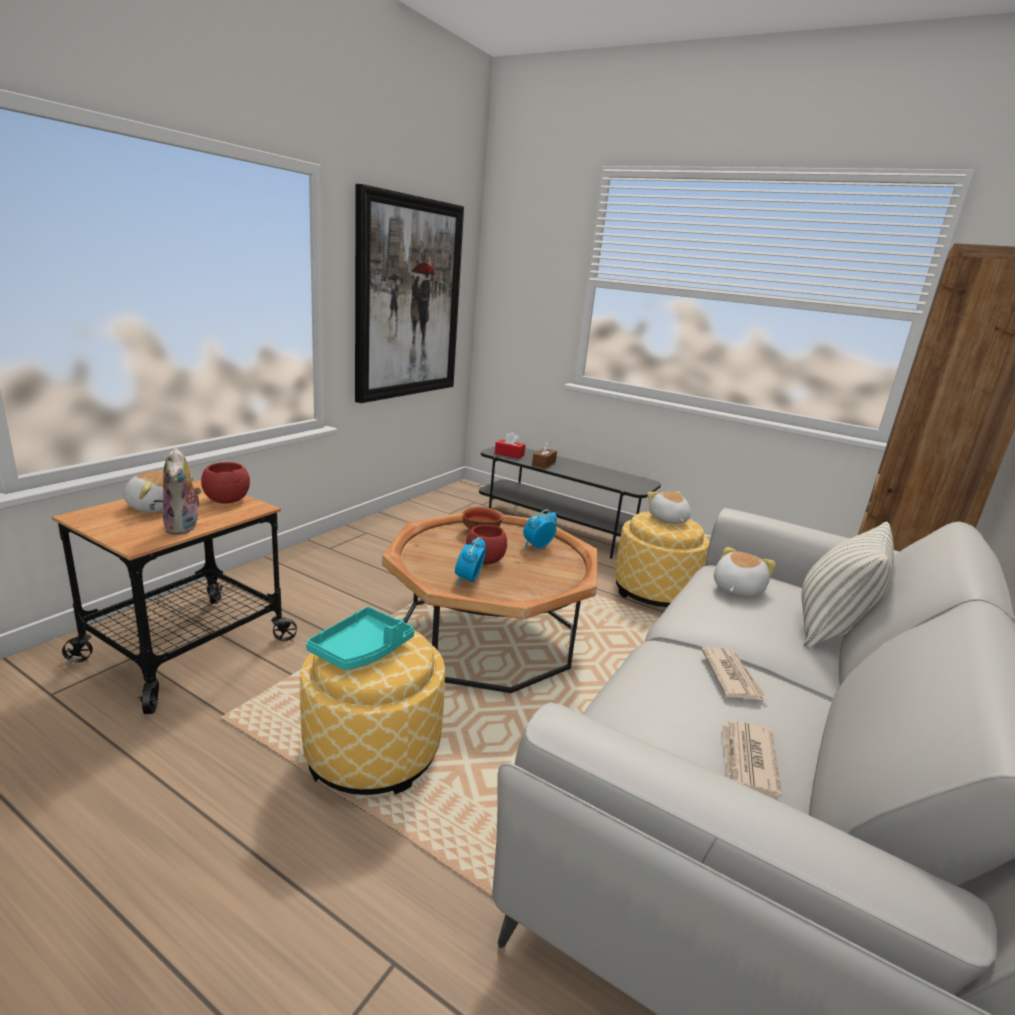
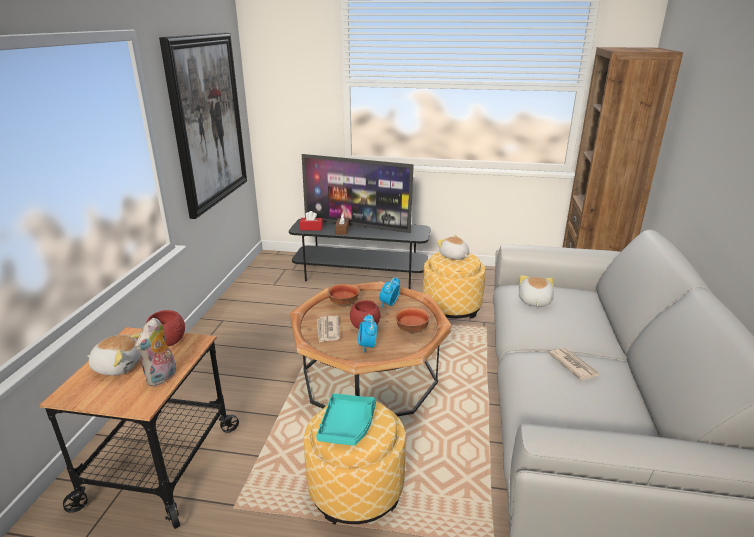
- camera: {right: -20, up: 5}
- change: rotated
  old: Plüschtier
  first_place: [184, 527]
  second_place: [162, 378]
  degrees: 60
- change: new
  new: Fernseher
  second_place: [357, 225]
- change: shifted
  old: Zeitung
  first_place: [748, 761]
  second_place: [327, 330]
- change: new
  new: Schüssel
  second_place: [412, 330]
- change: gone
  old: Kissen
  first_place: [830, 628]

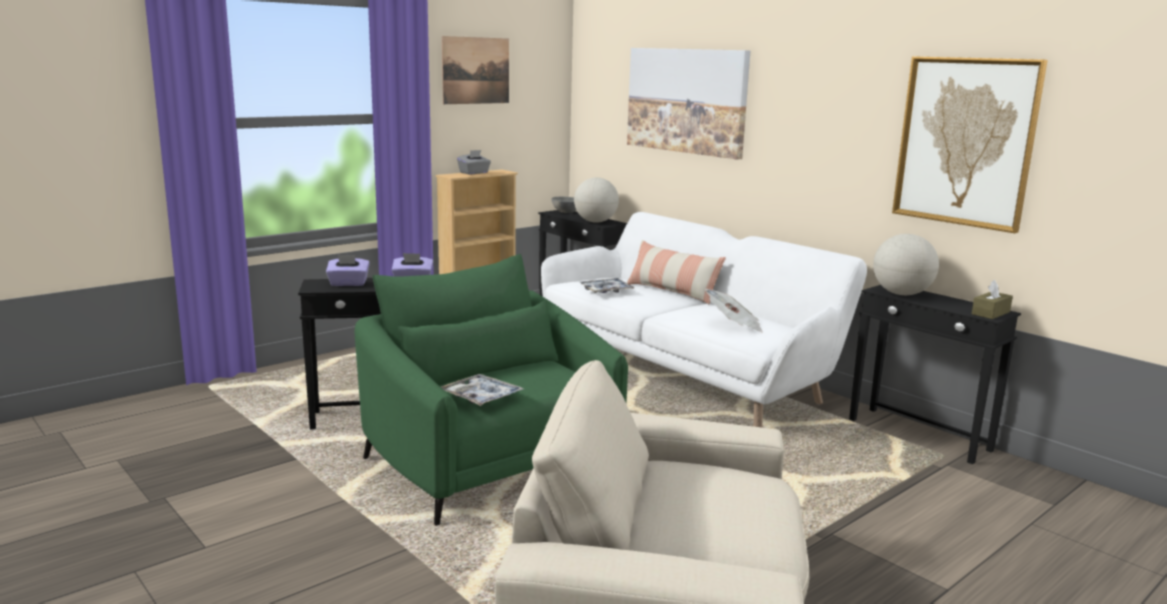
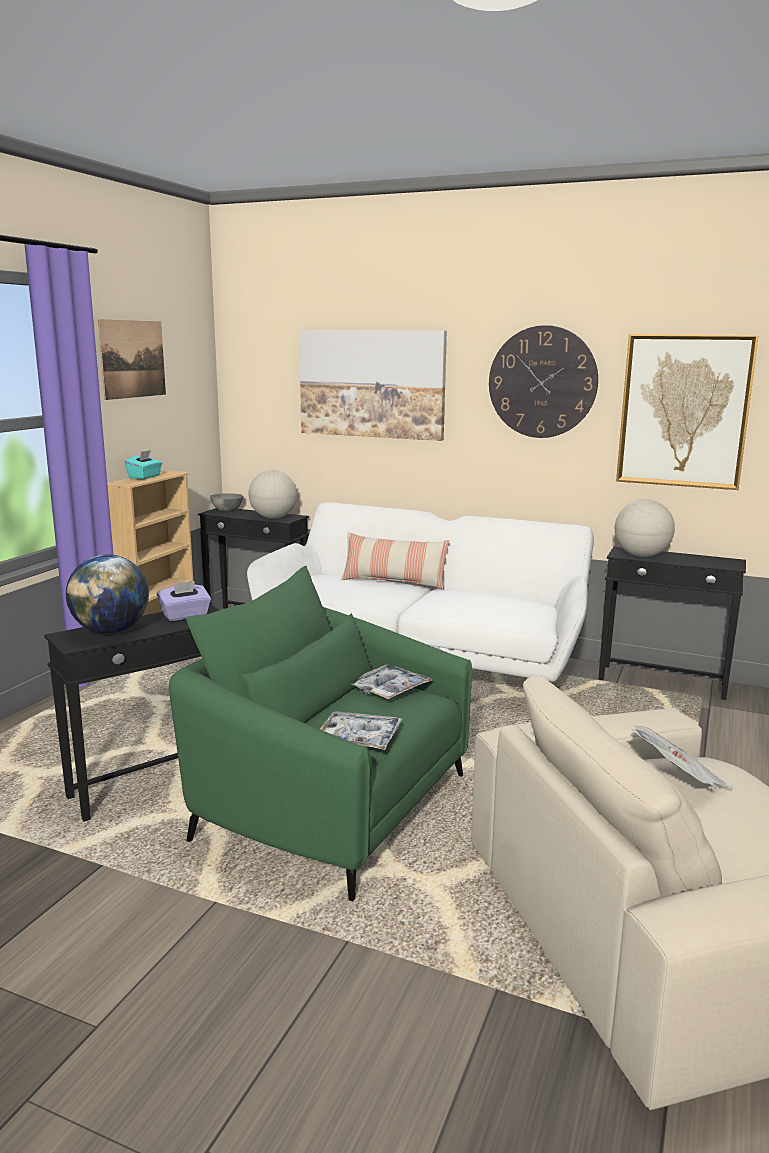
- camera: {right: -25, up: 0}
- change: swapped
  old: Taschentuchbox (lila)
  new: Globus
  first_place: [348, 283]
  second_place: [111, 631]
- change: repainted
  old: Taschentuchbox (grau)
  new: Taschentuchbox (türkis)
  first_place: [474, 173]
  second_place: [145, 477]
- change: shifted
  old: Tablett
  first_place: [606, 291]
  second_place: [388, 689]
- change: new
  new: Wanduhr
  second_place: [542, 382]
- change: shifted
  old: Zeitung
  first_place: [734, 326]
  second_place: [679, 781]
- change: gone
  old: Taschentuchbox (braun)
  first_place: [990, 313]

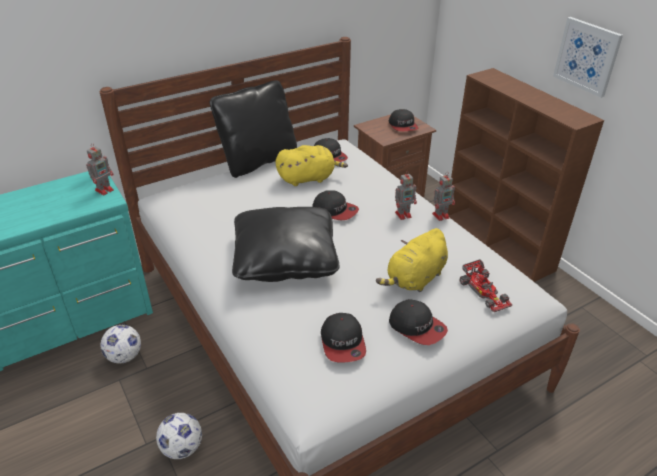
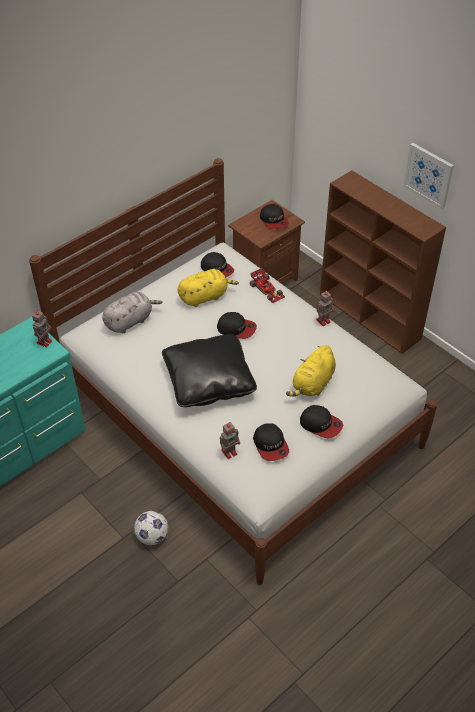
- camera: {right: -10, up: 10}
- change: new
  new: Plüschtier (grau)
  second_place: [130, 321]
- change: shifted
  old: Spielzeugroboter
  first_place: [404, 214]
  second_place: [230, 452]
- change: shifted
  old: Spielzeugauto
  first_place: [485, 291]
  second_place: [267, 289]
- change: gone
  old: Fußball
  first_place: [124, 356]
- change: gone
  old: Kissen (schwarz)
  first_place: [258, 161]

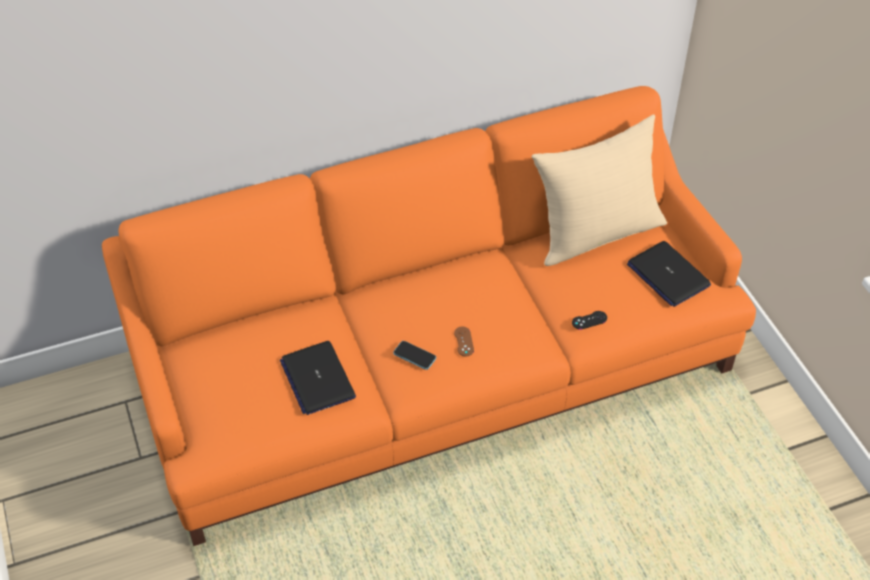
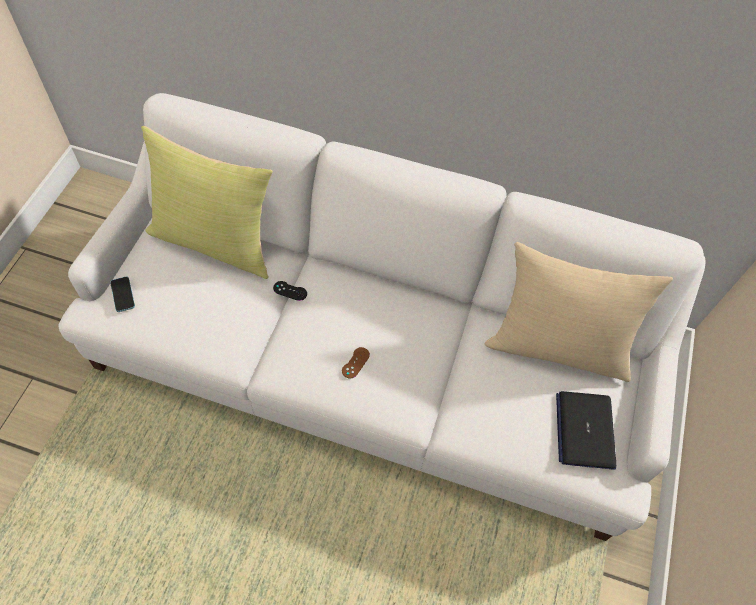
- camera: {right: 35, up: 10}
- change: repainted
  old: Sofa (orange)
  new: Sofa (weiß)
  first_place: [435, 366]
  second_place: [373, 357]
- change: shifted
  old: Handy
  first_place: [414, 356]
  second_place: [122, 295]
- change: new
  new: Kissen (gelb)
  second_place: [215, 241]
- change: shifted
  old: Gamepad (schwarz)
  first_place: [589, 320]
  second_place: [290, 291]
- change: gone
  old: Laptop
  first_place: [317, 378]

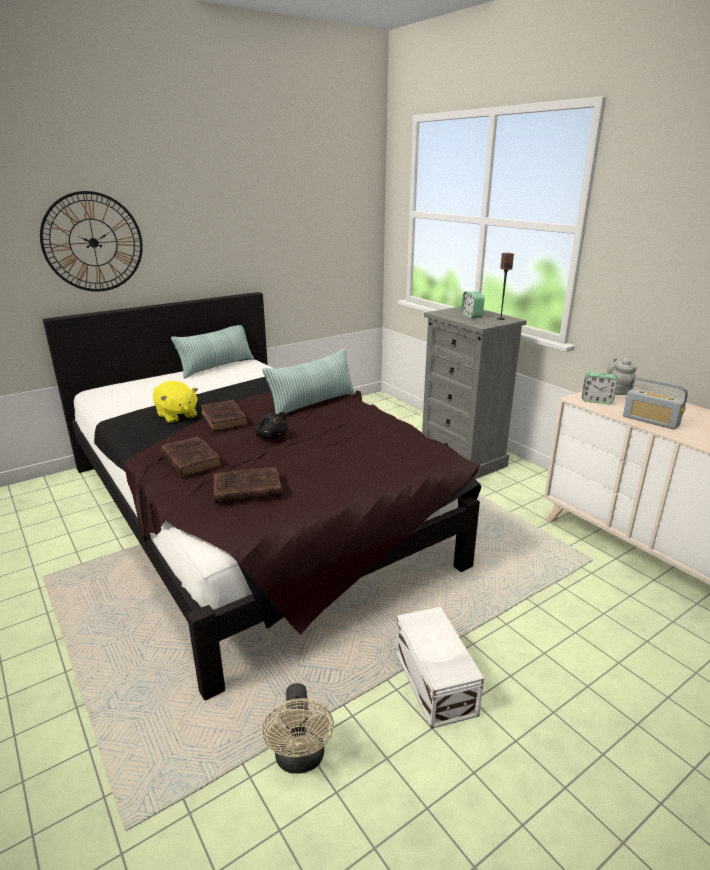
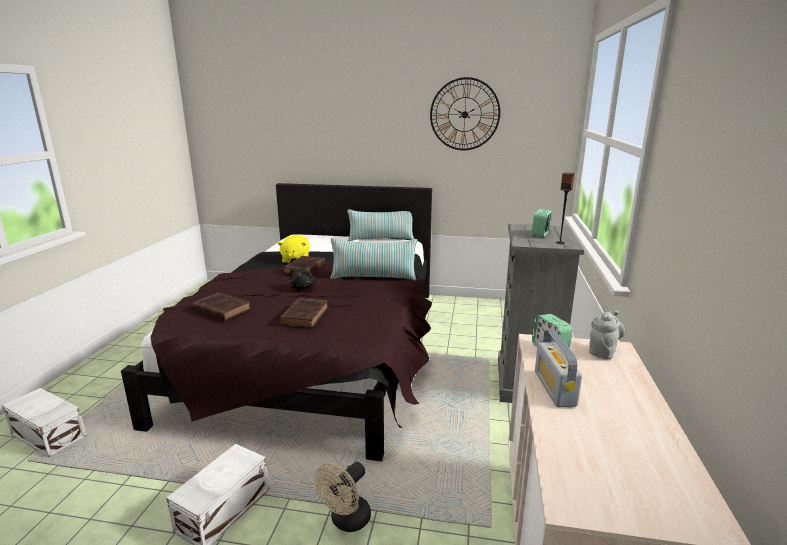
- camera: {right: 45, up: -5}
- change: new
  new: Aufbewahrungsbox (weiß)
  second_place: [48, 436]
- change: shifted
  old: Buch (braun)
  first_place: [190, 459]
  second_place: [305, 315]
- change: shifted
  old: Ventilator (beige)
  first_place: [300, 760]
  second_place: [346, 521]
- change: shifted
  old: Wanduhr
  first_place: [93, 242]
  second_place: [464, 114]

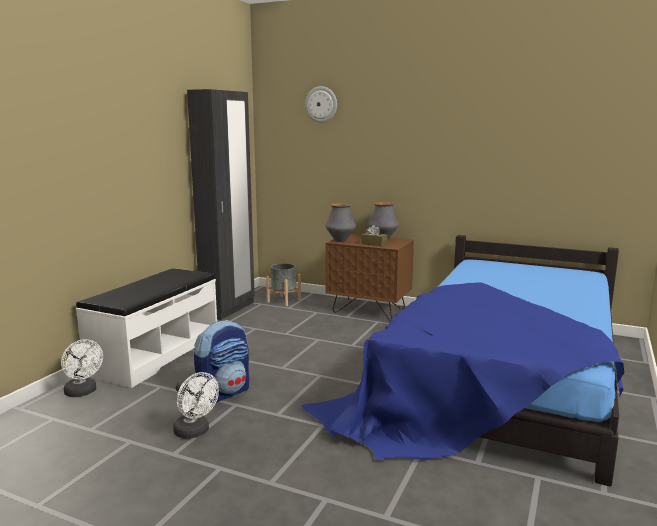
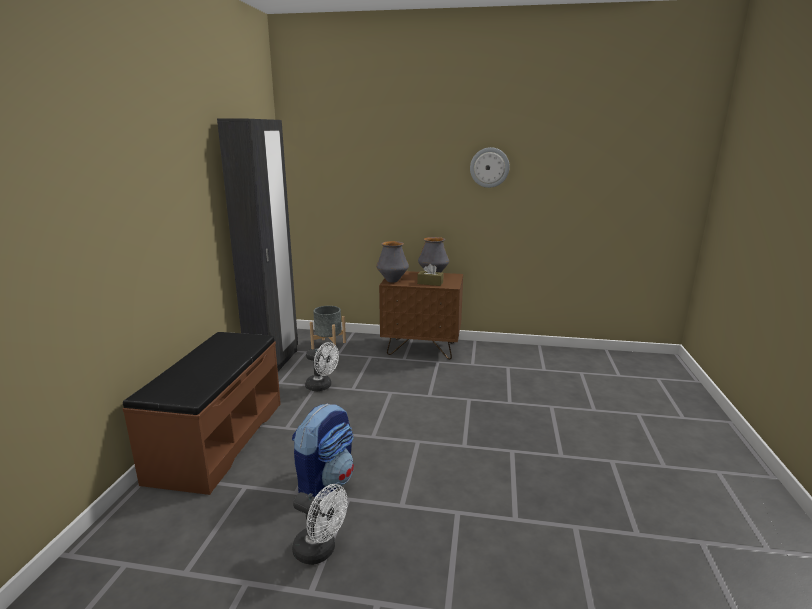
- camera: {right: -15, up: 5}
- change: repainted
  old: Bank (weiß)
  new: Bank (braun)
  first_place: [155, 355]
  second_place: [217, 439]
- change: shifted
  old: Ventilator (weiß)
  first_place: [83, 392]
  second_place: [322, 386]
- change: shifted
  old: Wanduhr
  first_place: [321, 104]
  second_place: [489, 167]
- change: gone
  old: Bett
  first_place: [496, 379]

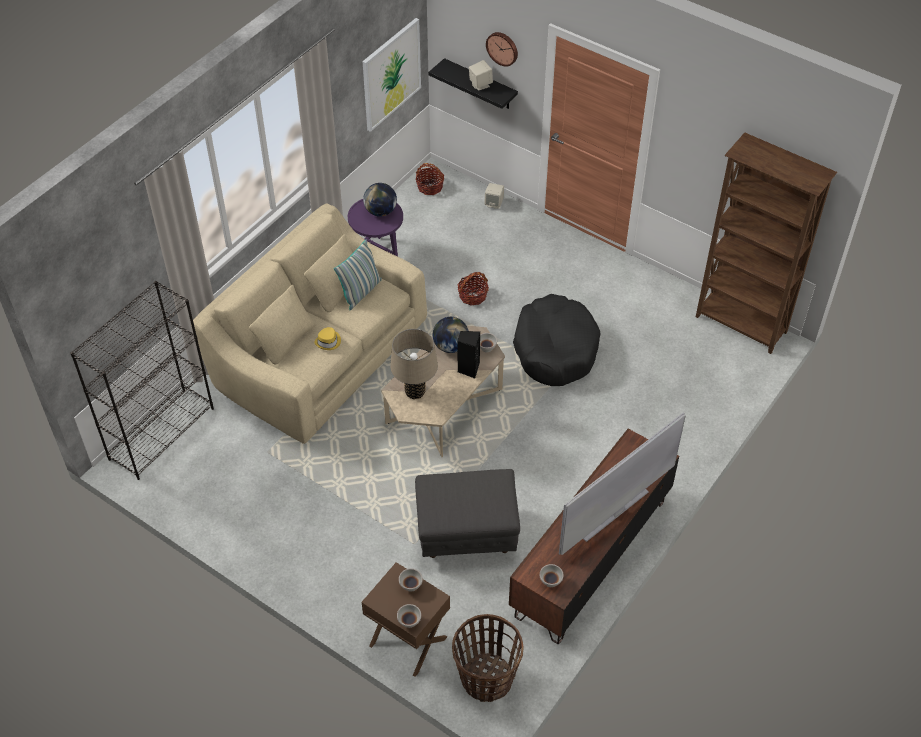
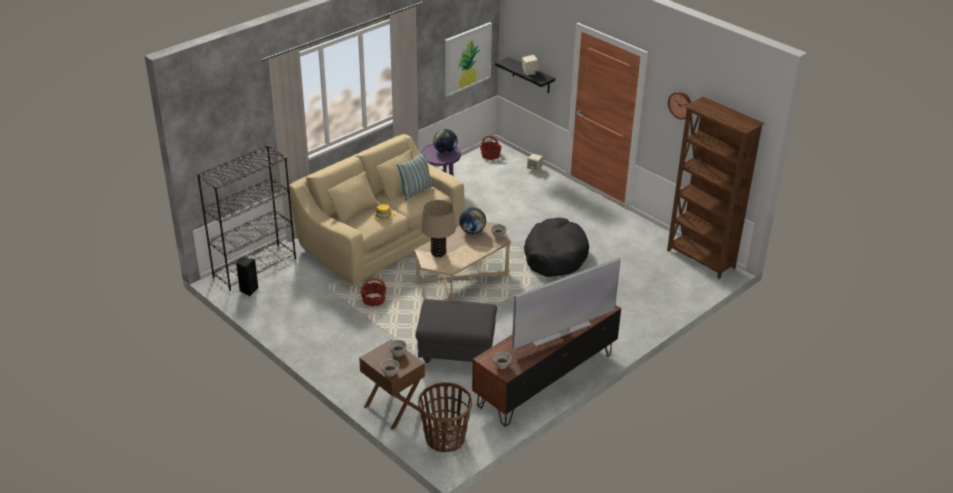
- camera: {right: 10, up: -15}
- change: shifted
  old: Lautsprecher (schwarz)
  first_place: [468, 369]
  second_place: [248, 290]
- change: shifted
  old: Korb
  first_place: [472, 296]
  second_place: [373, 300]
- change: shifted
  old: Wanduhr
  first_place: [502, 48]
  second_place: [681, 104]

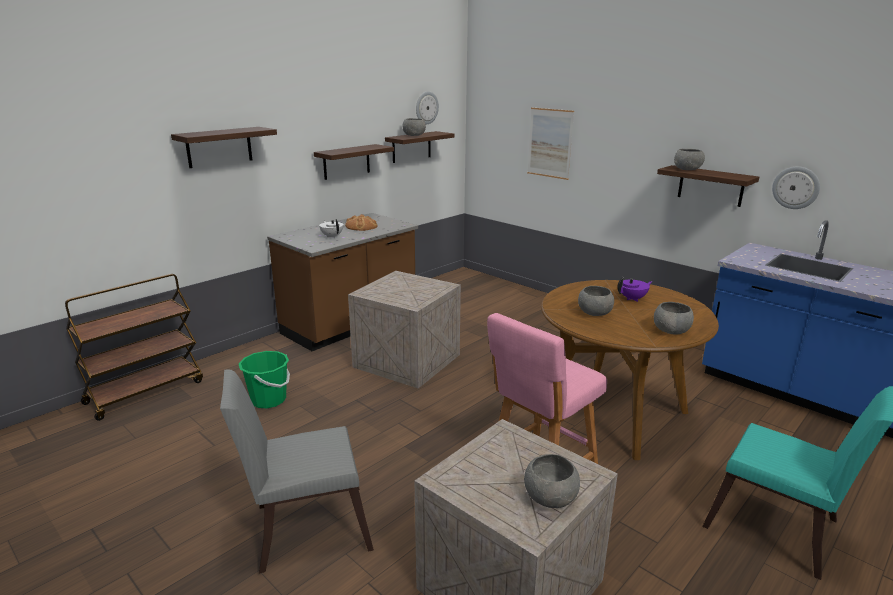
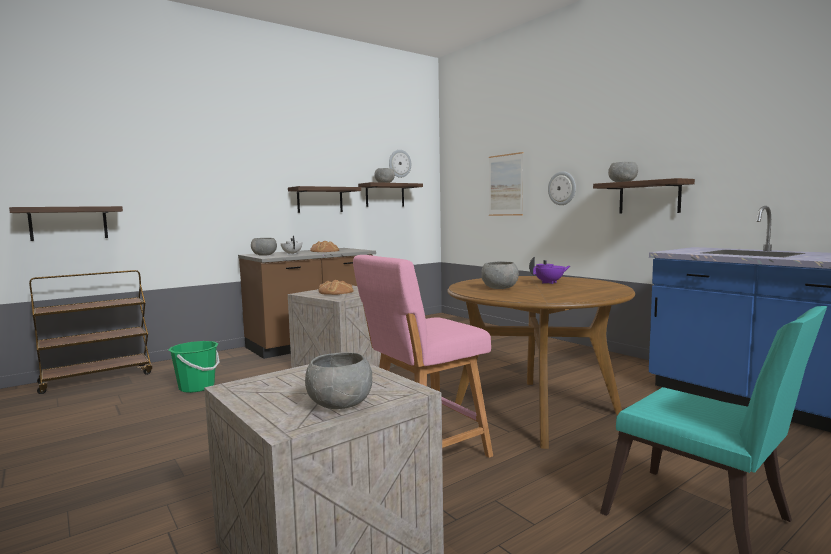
- camera: {right: 10, up: -15}
- change: shifted
  old: Wandregal
  first_place: [219, 147]
  second_place: [69, 223]
- change: shifted
  old: Schüssel (grau)
  first_place: [670, 331]
  second_place: [264, 255]
- change: new
  new: Brot
  second_place: [335, 292]
- change: shifted
  old: Wanduhr
  first_place: [796, 187]
  second_place: [562, 188]
- change: gone
  old: Stuhl (grau)
  first_place: [304, 527]

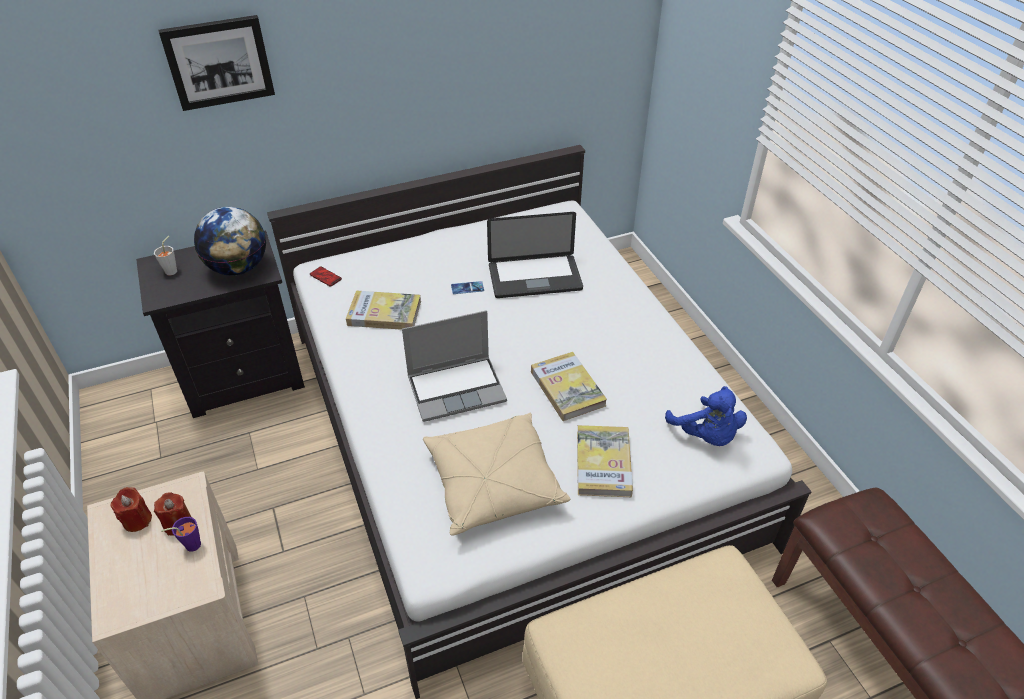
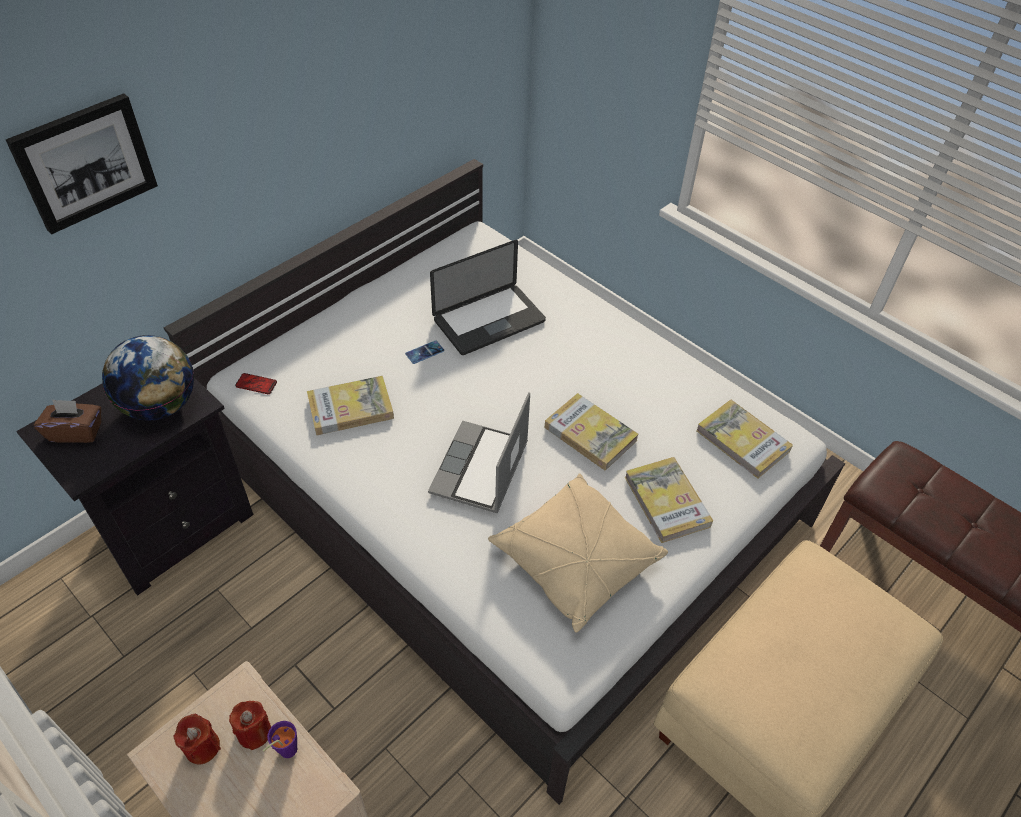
- camera: {right: -25, up: 5}
- change: swapped
  old: Tasse (grau)
  new: Taschentuchbox (braun)
  first_place: [173, 270]
  second_place: [76, 432]
- change: rotated
  old: Laptop
  first_place: [457, 388]
  second_place: [481, 470]
  degrees: 150
- change: swapped
  old: Plüschtier (blau)
  new: Buch
  first_place: [706, 435]
  second_place: [742, 441]

